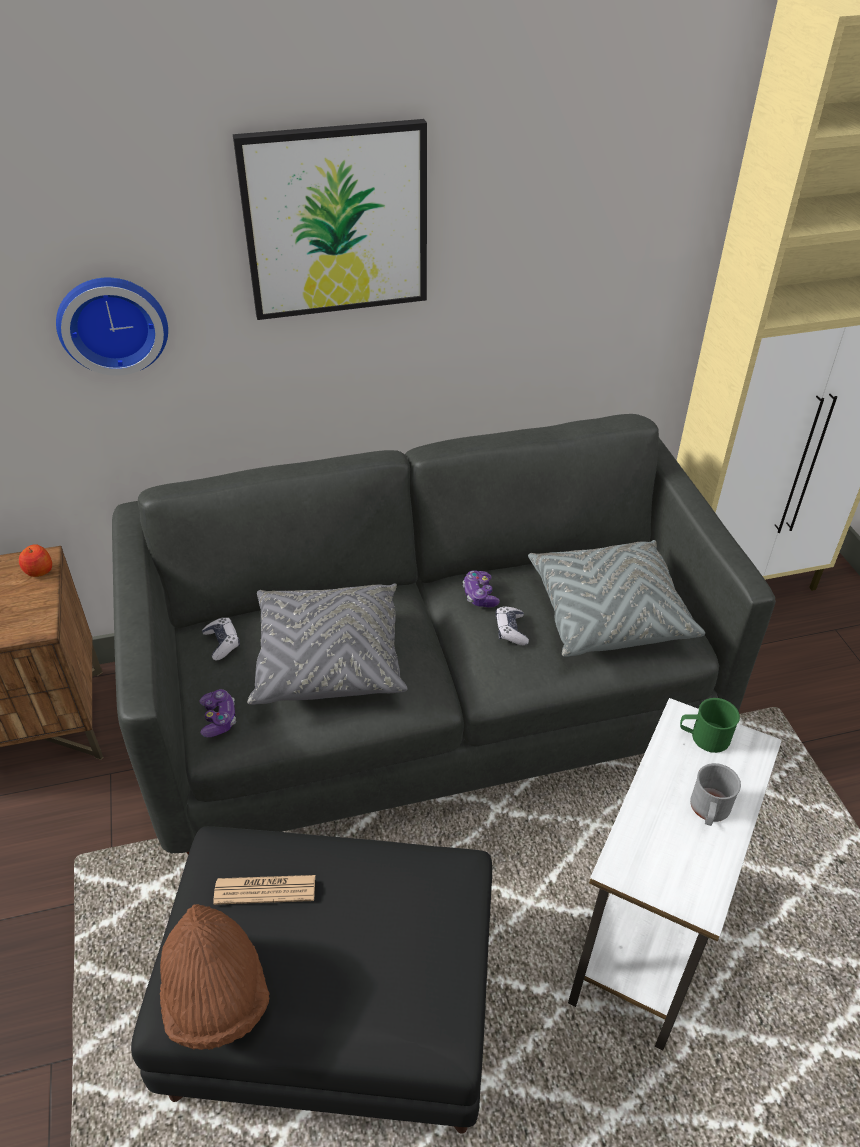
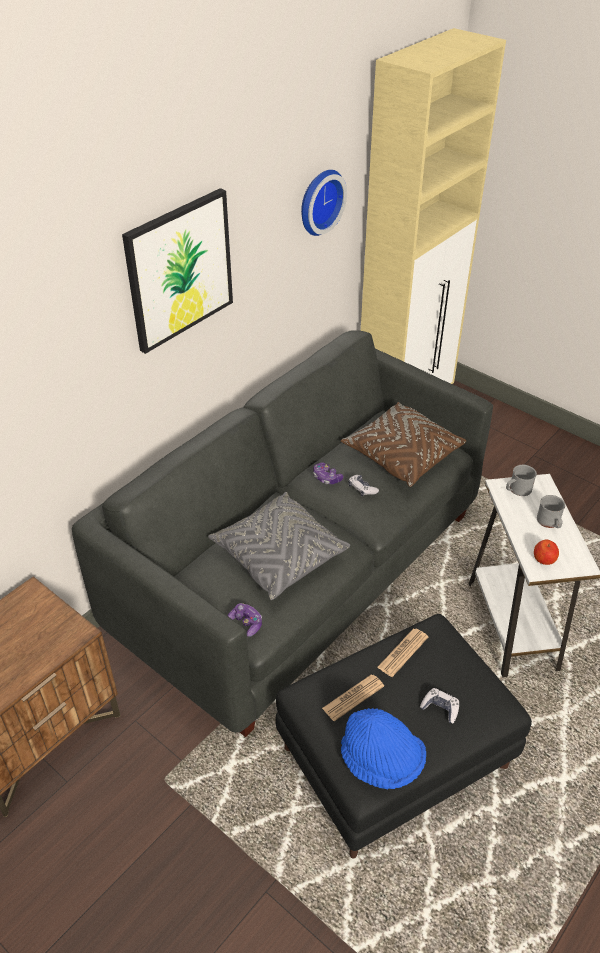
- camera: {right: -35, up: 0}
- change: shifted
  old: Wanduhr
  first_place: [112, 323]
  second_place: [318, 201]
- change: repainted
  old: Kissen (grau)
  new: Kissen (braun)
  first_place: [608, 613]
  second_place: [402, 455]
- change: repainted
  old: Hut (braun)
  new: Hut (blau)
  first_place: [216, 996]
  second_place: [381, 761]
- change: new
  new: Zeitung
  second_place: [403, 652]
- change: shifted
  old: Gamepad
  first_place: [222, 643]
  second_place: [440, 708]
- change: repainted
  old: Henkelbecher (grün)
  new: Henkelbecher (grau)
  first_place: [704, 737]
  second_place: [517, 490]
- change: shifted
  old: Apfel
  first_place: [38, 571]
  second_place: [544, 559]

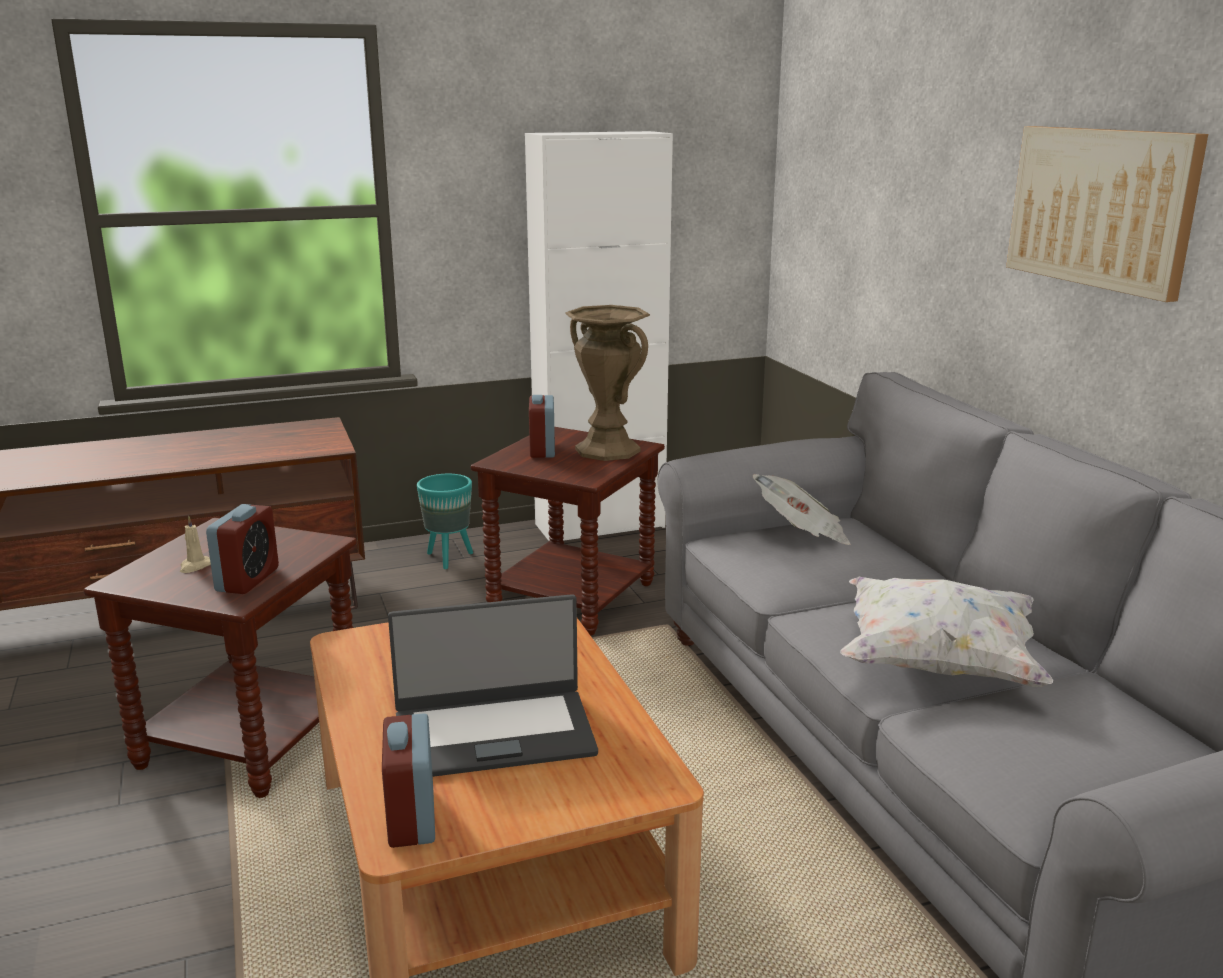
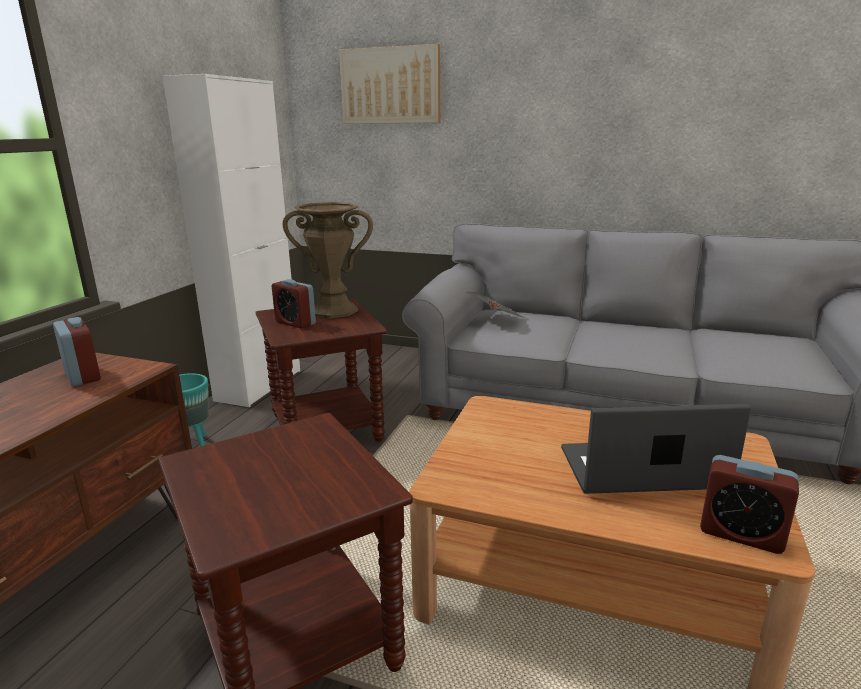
- camera: {right: -50, up: 0}
- change: shifted
  old: Wecker
  first_place: [247, 580]
  second_place: [82, 376]
- change: shifted
  old: Bild
  first_place: [1101, 207]
  second_place: [390, 86]
- change: rotated
  old: Laptop
  first_place: [493, 733]
  second_place: [643, 470]
  degrees: -120
- change: gone
  old: Kerze (beige)
  first_place: [195, 566]
- change: gone
  old: Kissen (weiß)
  first_place: [936, 664]

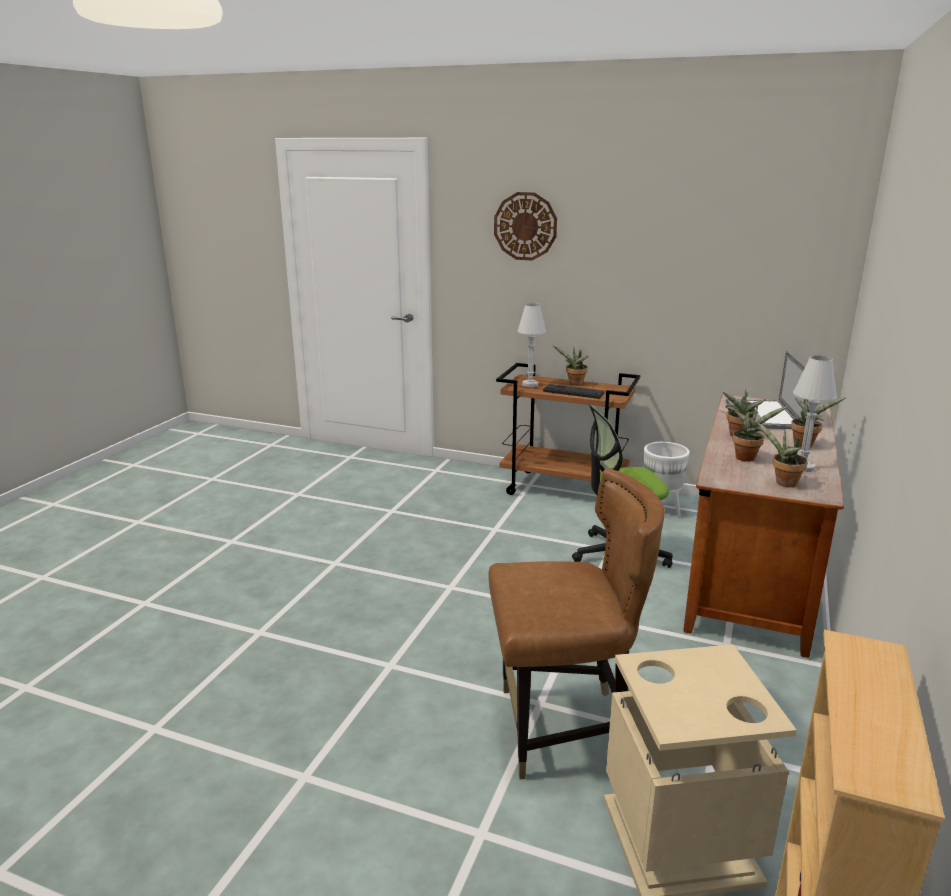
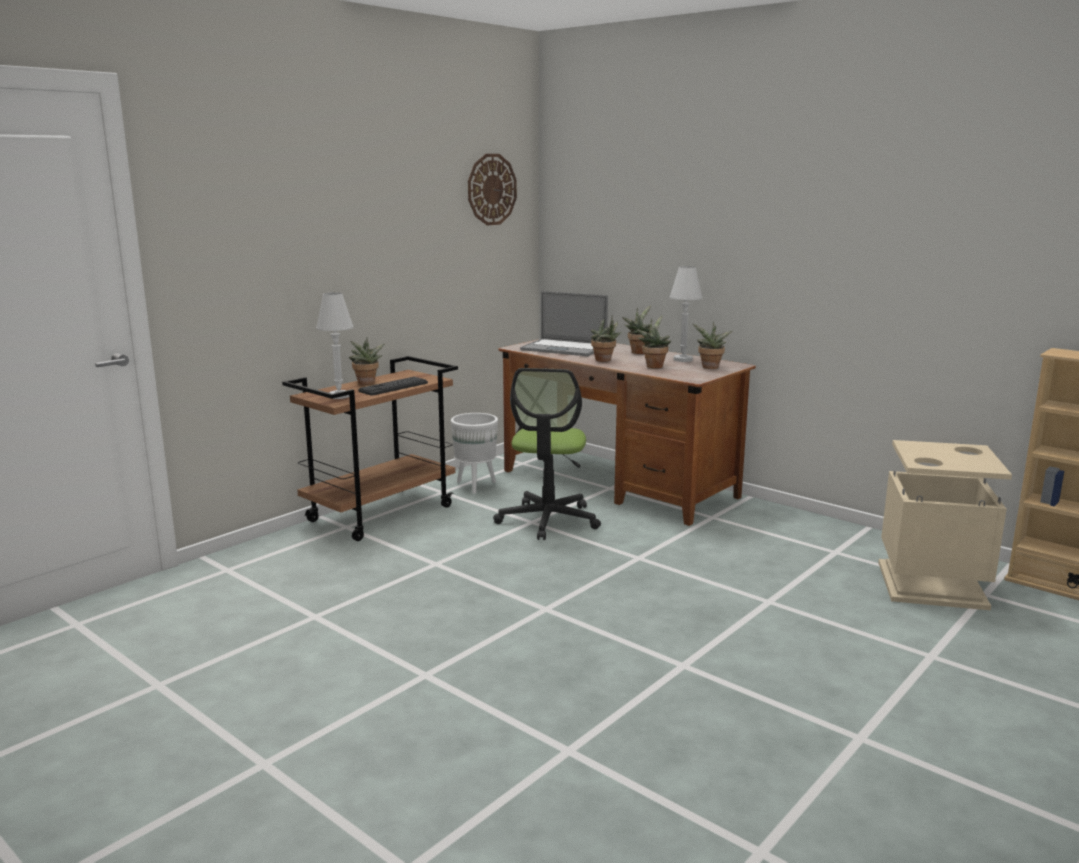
- camera: {right: -70, up: -5}
- change: shifted
  old: Wanduhr
  first_place: [525, 226]
  second_place: [491, 189]
- change: gone
  old: Stuhl (braun)
  first_place: [563, 728]

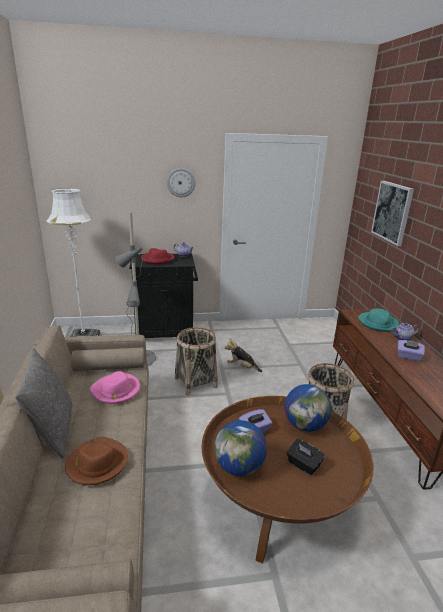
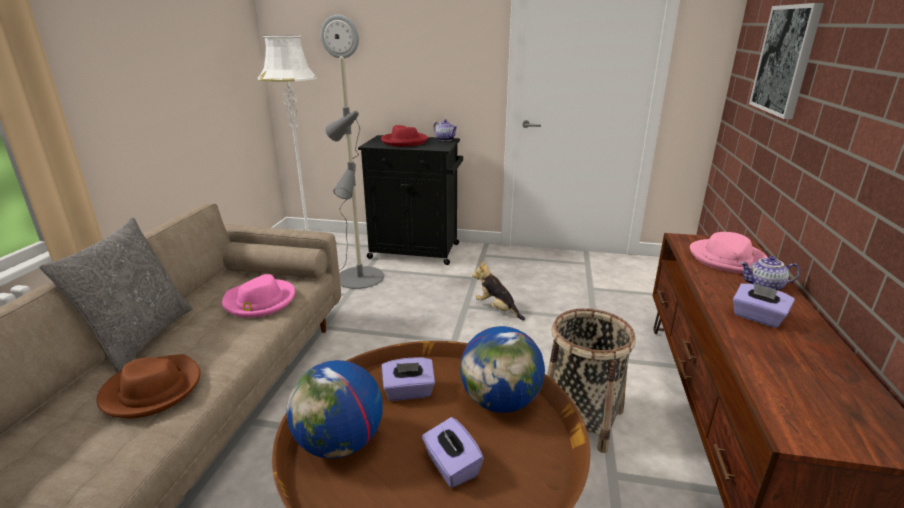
- camera: {right: 20, up: 0}
- change: shifted
  old: Wanduhr
  first_place: [181, 182]
  second_place: [340, 36]
- change: repainted
  old: Taschentuchbox (schwarz)
  new: Taschentuchbox (lila)
  first_place: [303, 464]
  second_place: [451, 466]
- change: repainted
  old: Hut (türkis)
  new: Hut (rosa)
  first_place: [378, 323]
  second_place: [727, 259]
- change: gone
  old: Korb
  first_place: [196, 382]

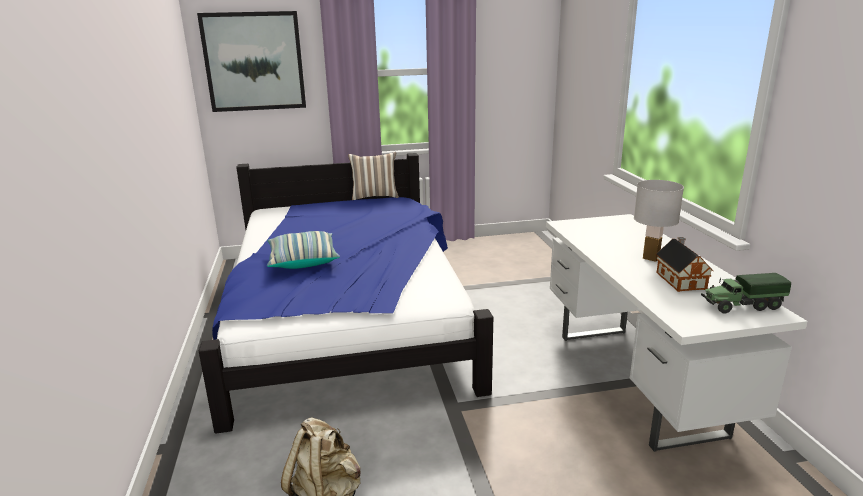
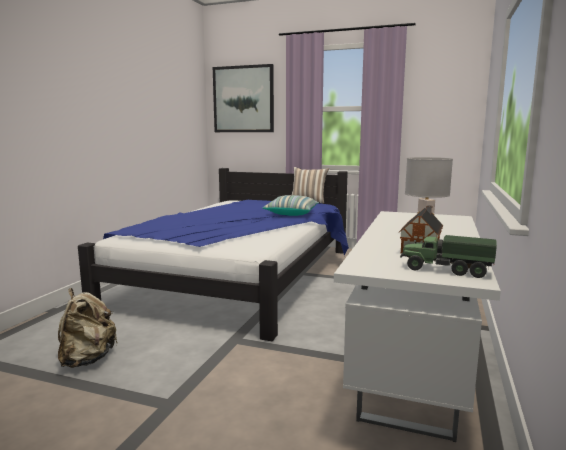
- camera: {right: 30, up: -10}
- change: shifted
  old: Kissen
  first_place: [303, 260]
  second_place: [291, 214]

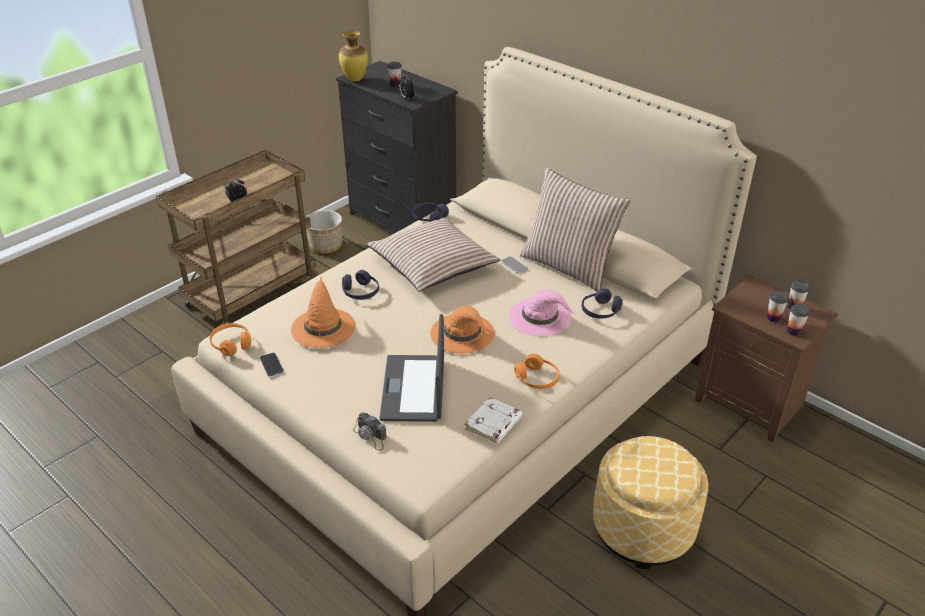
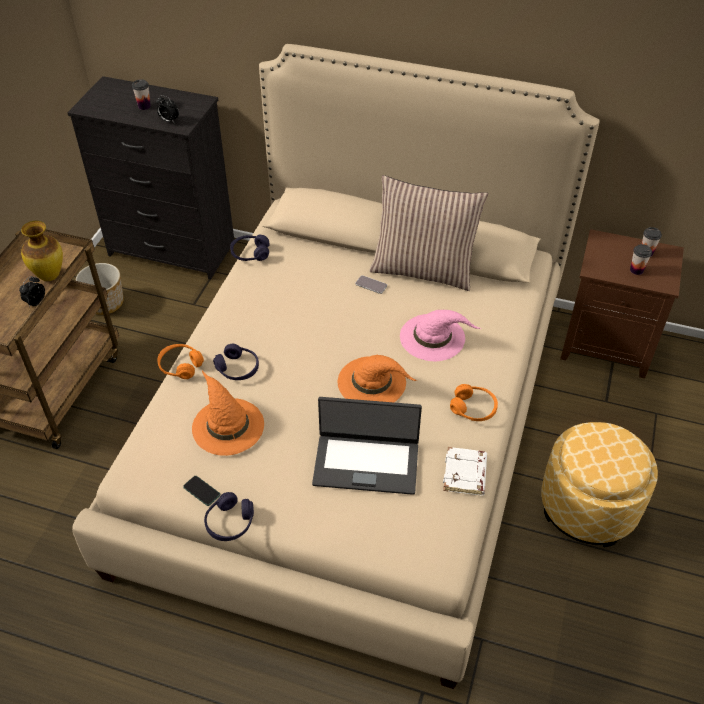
- camera: {right: -25, up: 10}
- change: shifted
  old: Vase
  first_place: [355, 79]
  second_place: [50, 276]
- change: shifted
  old: Kopfhörer (orange)
  first_place: [231, 344]
  second_place: [180, 366]
- change: shifted
  old: Kopfhörer (lila)
  first_place: [600, 311]
  second_place: [230, 522]
- change: rotated
  old: Laptop
  first_place: [414, 388]
  second_place: [366, 463]
  degrees: -60
- change: gone
  old: Kamera
  first_place: [371, 436]
- change: gone
  old: Kissen
  first_place: [433, 265]
- change: gone
  old: Tasse
  first_place: [794, 331]

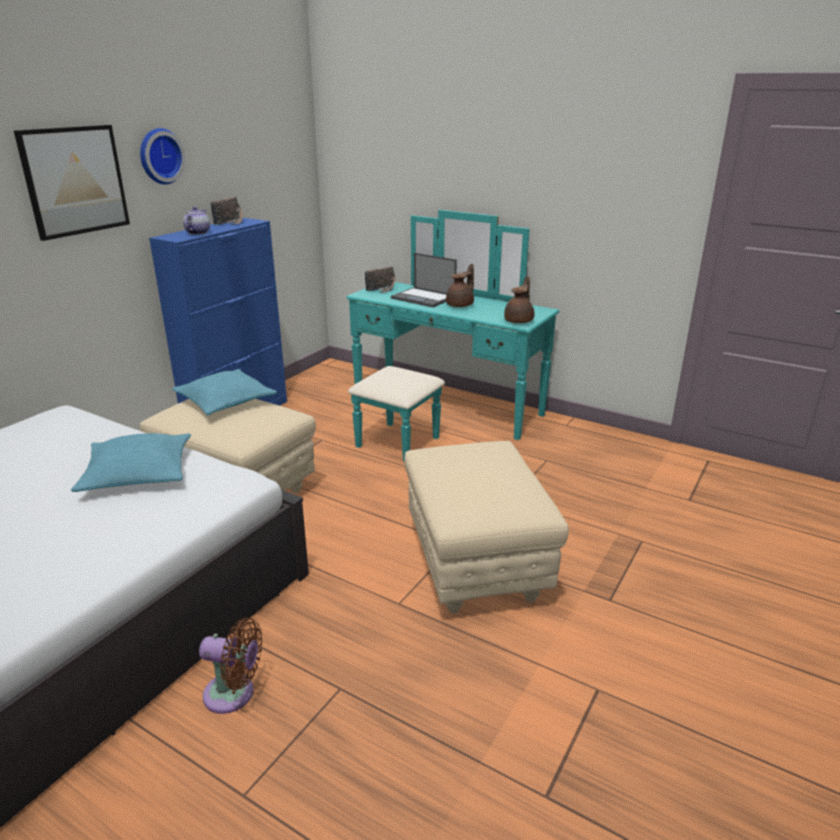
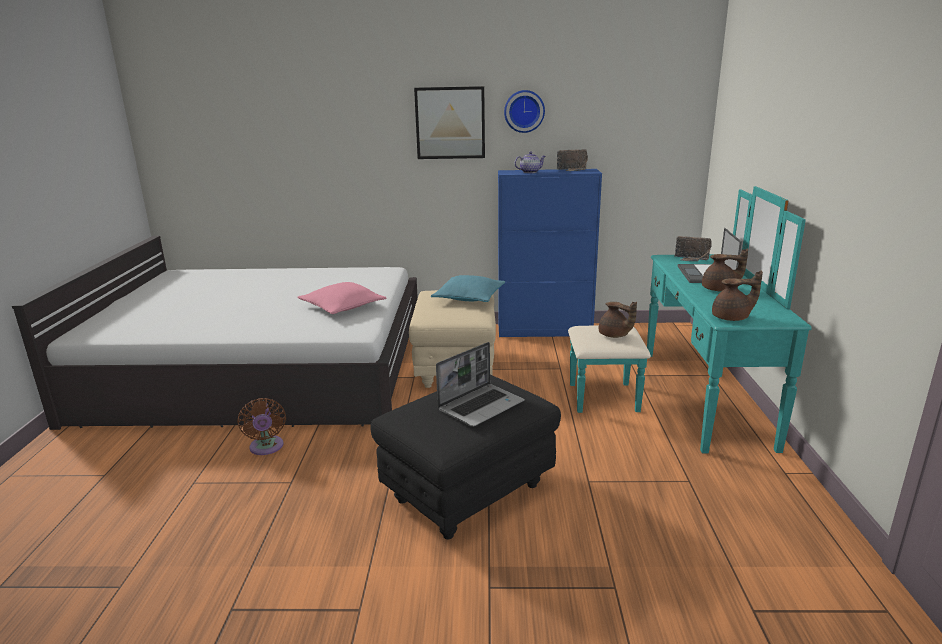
- camera: {right: 60, up: -5}
- change: repainted
  old: Kissen (türkis)
  new: Kissen (rosa)
  first_place: [138, 474]
  second_place: [342, 307]
- change: repainted
  old: Polsterhocker (beige)
  new: Polsterhocker (schwarz)
  first_place: [474, 565]
  second_place: [468, 493]
- change: new
  new: Laptop
  second_place: [481, 406]
- change: new
  new: Teekanne (braun)
  second_place: [614, 335]

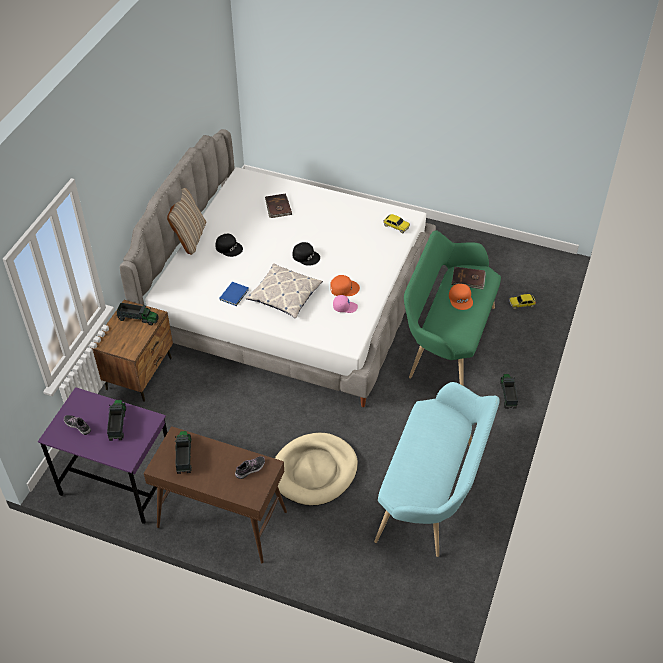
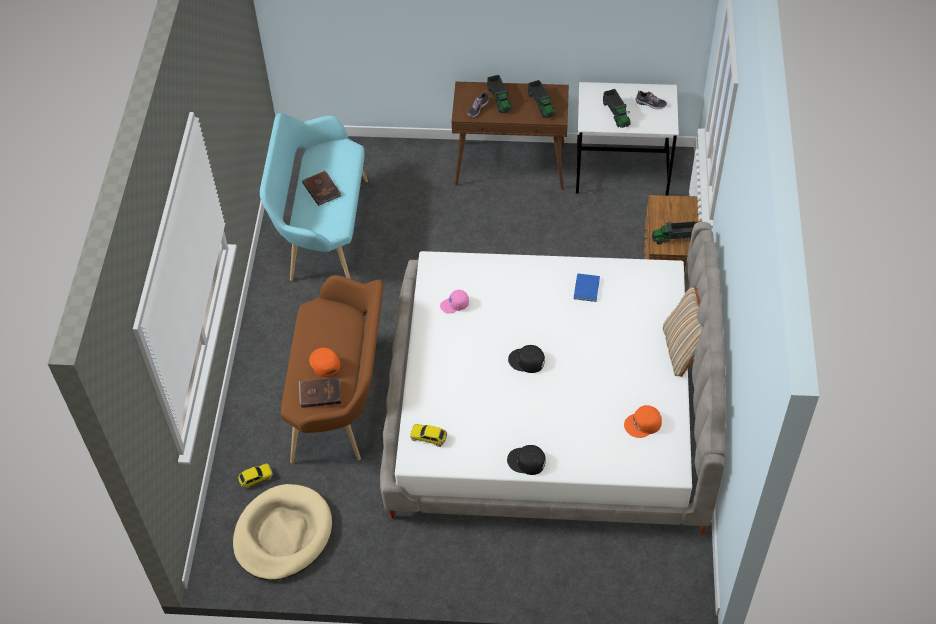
- camera: {right: 165, up: 5}
- change: shifted
  old: Hundebett (beige)
  first_place: [314, 471]
  second_place: [283, 534]
- change: repainted
  old: Bank (grün)
  new: Bank (braun)
  first_place: [446, 342]
  second_place: [341, 399]
- change: shifted
  old: Buch (braun)
  first_place: [278, 207]
  second_place: [322, 189]
- change: shifted
  old: Spielzeuglaster
  first_place: [507, 394]
  second_place: [499, 99]
- change: shifted
  old: Kappe (schwarz)
  first_place: [229, 247]
  second_place: [526, 462]
- change: repainted
  old: Schreibtisch (lila)
  new: Schreibtisch (weiß)
  first_place: [117, 483]
  second_place: [622, 171]
- change: shifted
  old: Kappe (orange)
  first_place: [344, 288]
  second_place: [643, 424]
- change: gone
  old: Kissen
  first_place: [284, 295]

